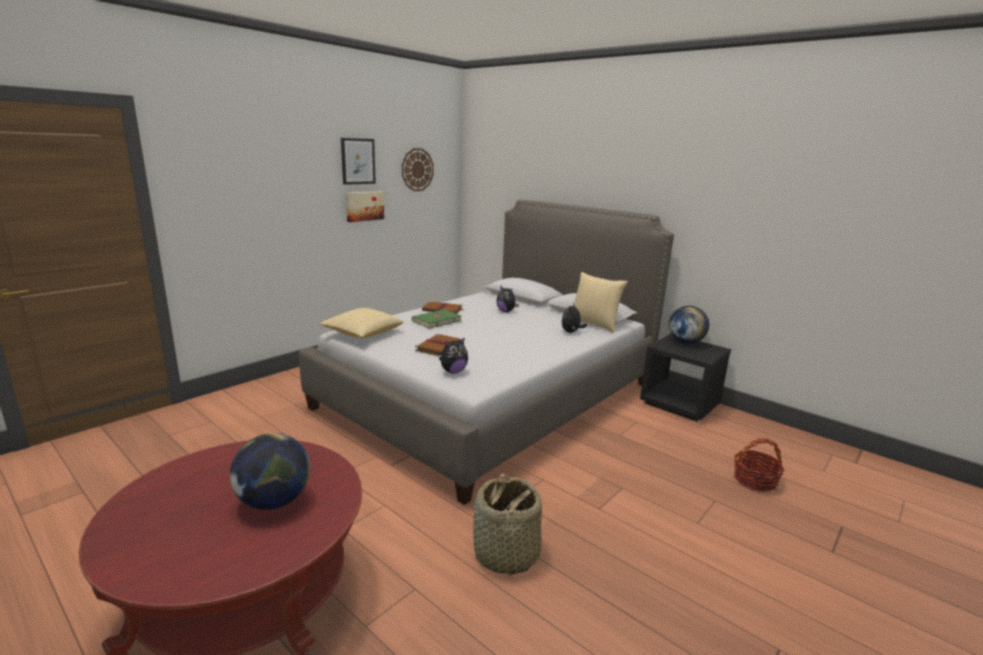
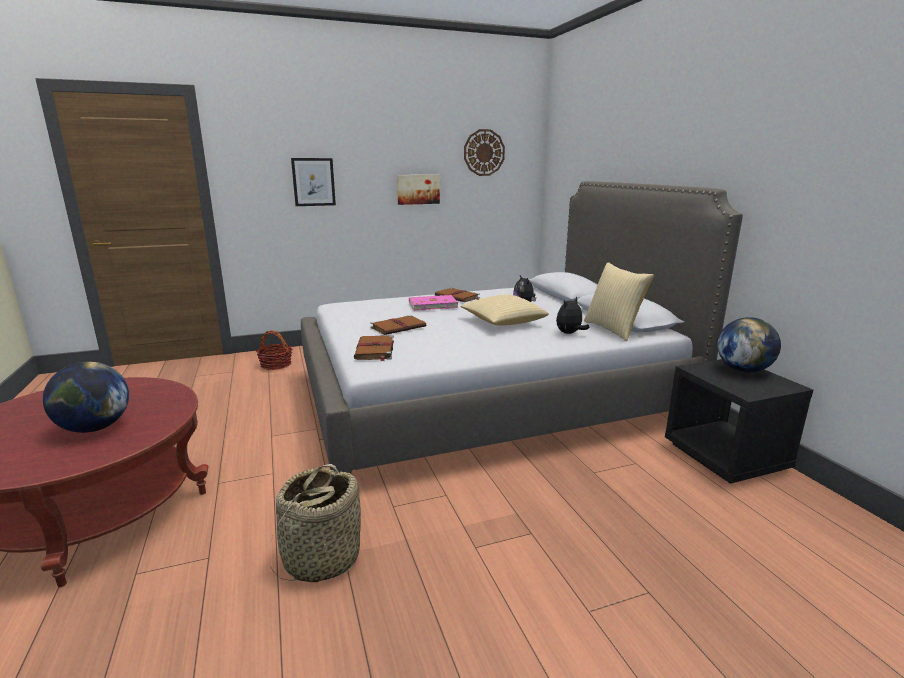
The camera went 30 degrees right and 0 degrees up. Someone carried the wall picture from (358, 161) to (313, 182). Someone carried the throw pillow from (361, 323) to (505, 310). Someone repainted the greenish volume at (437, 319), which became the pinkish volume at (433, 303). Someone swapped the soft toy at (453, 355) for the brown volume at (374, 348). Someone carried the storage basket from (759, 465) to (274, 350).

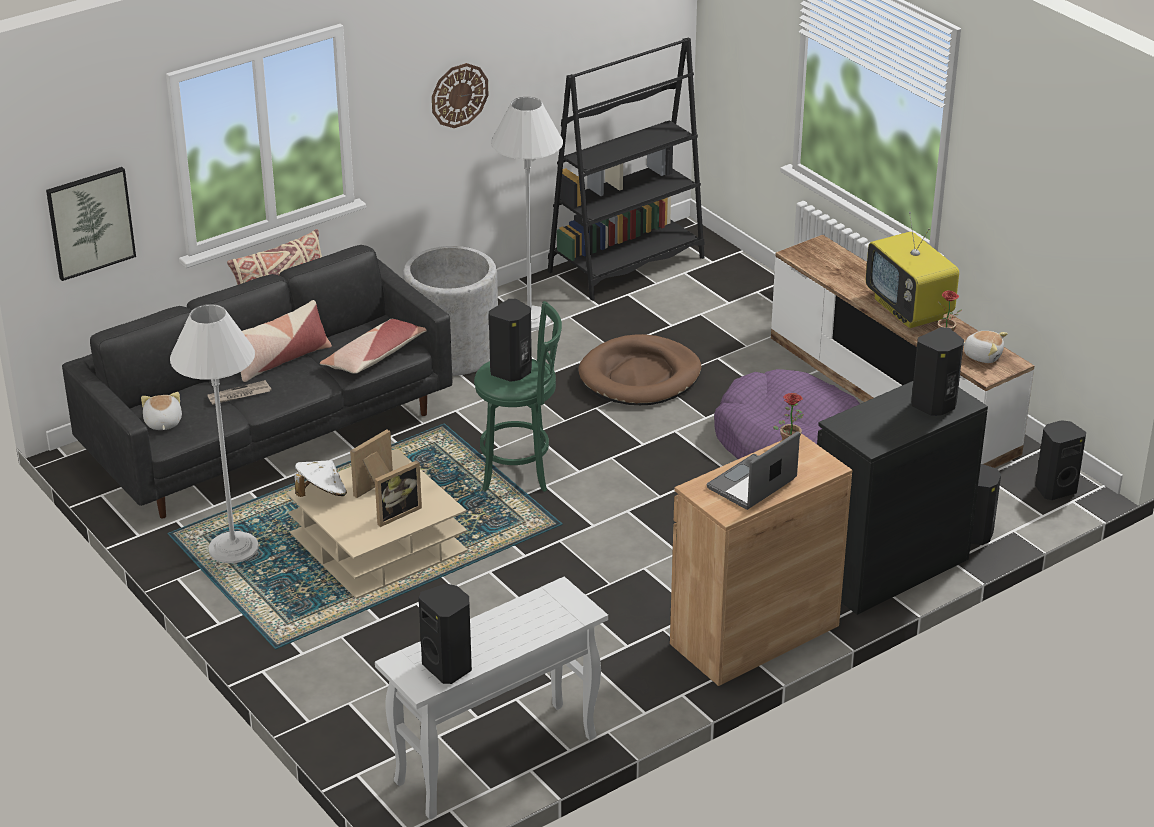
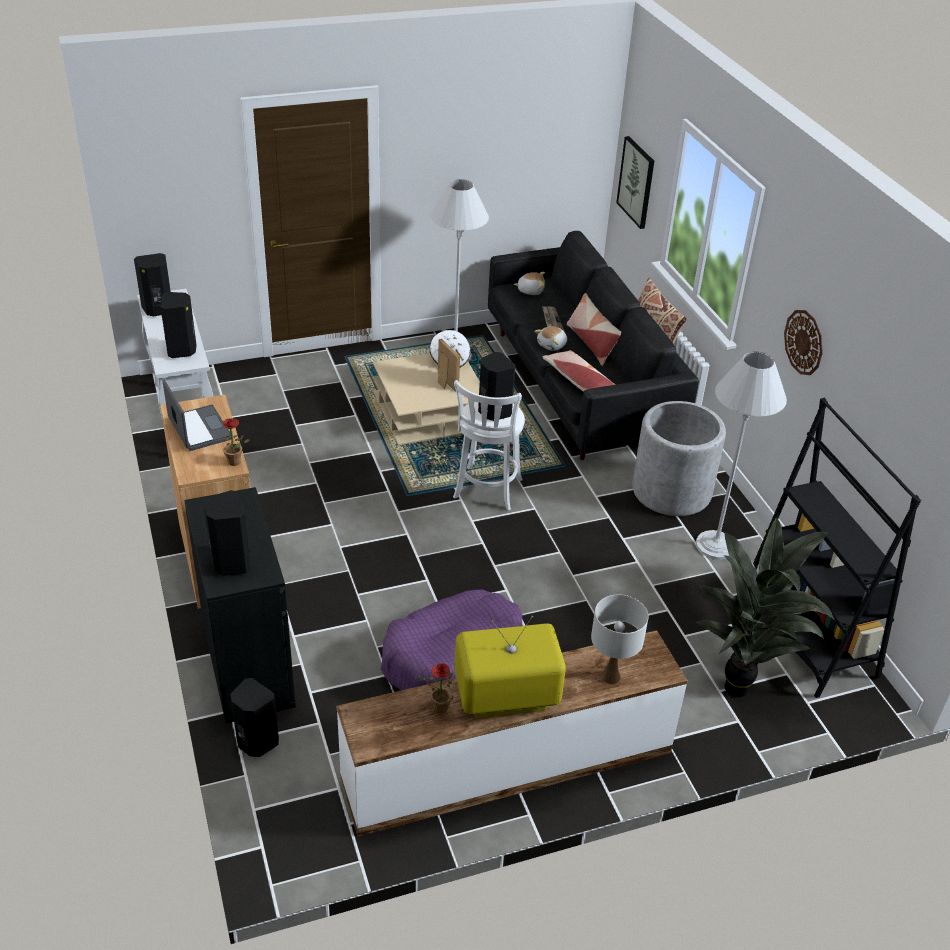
The camera went 105 degrees right and 5 degrees up. Someone repainted the greenish stool seat at (518, 396), which became the white-coloured stool seat at (489, 445). Someone carried the soft toy from (985, 347) to (550, 338). Someone took away the brown dog bed at (639, 369). Someone carried the black loudspeaker from (1060, 460) to (178, 325). Someone took away the photo frame at (398, 493). Someone put down the houseplant at (765, 607). Someone put down the white-coloured tabletop lamp at (619, 639).

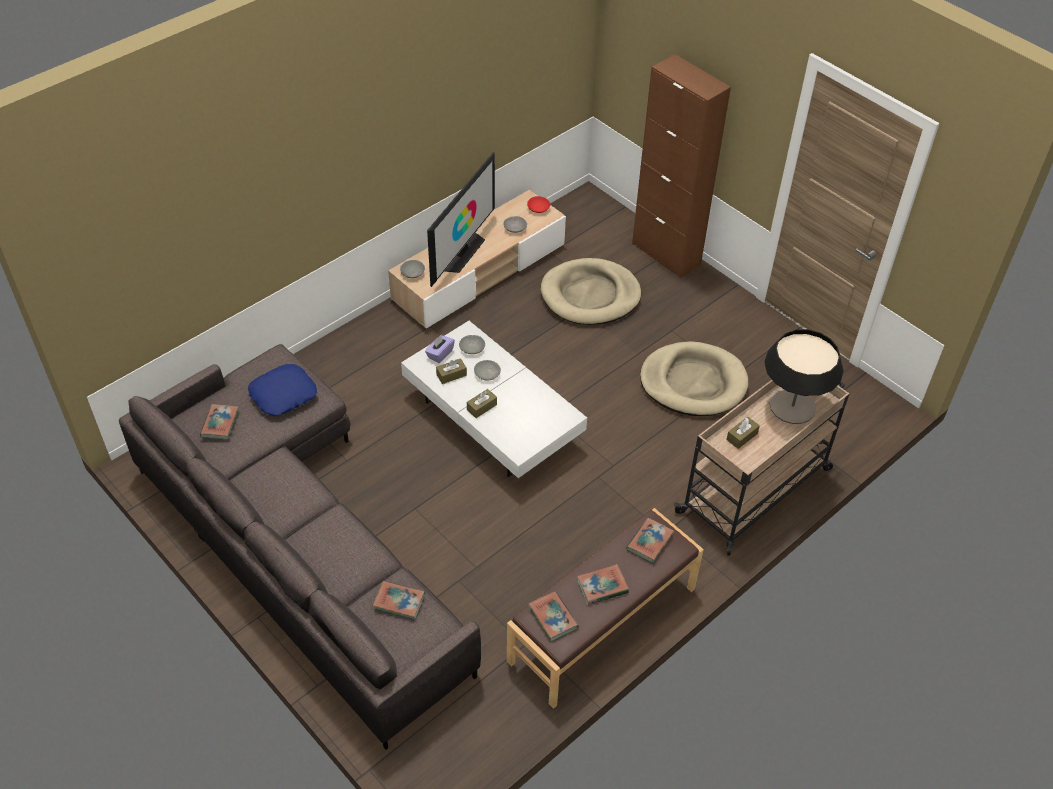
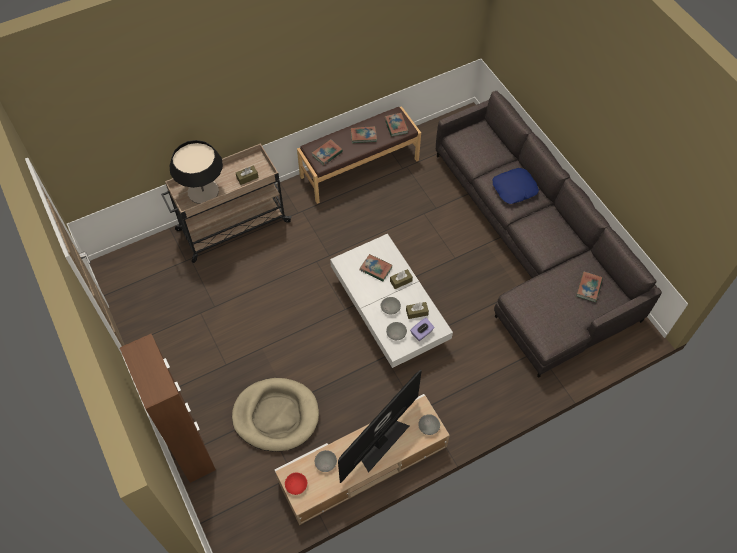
The camera went 165 degrees left and 10 degrees up. Someone took away the sand-coloured dog bed at (694, 378). Someone carried the blue throw pillow from (282, 390) to (516, 186). Someone carried the volume from (399, 600) to (376, 267).

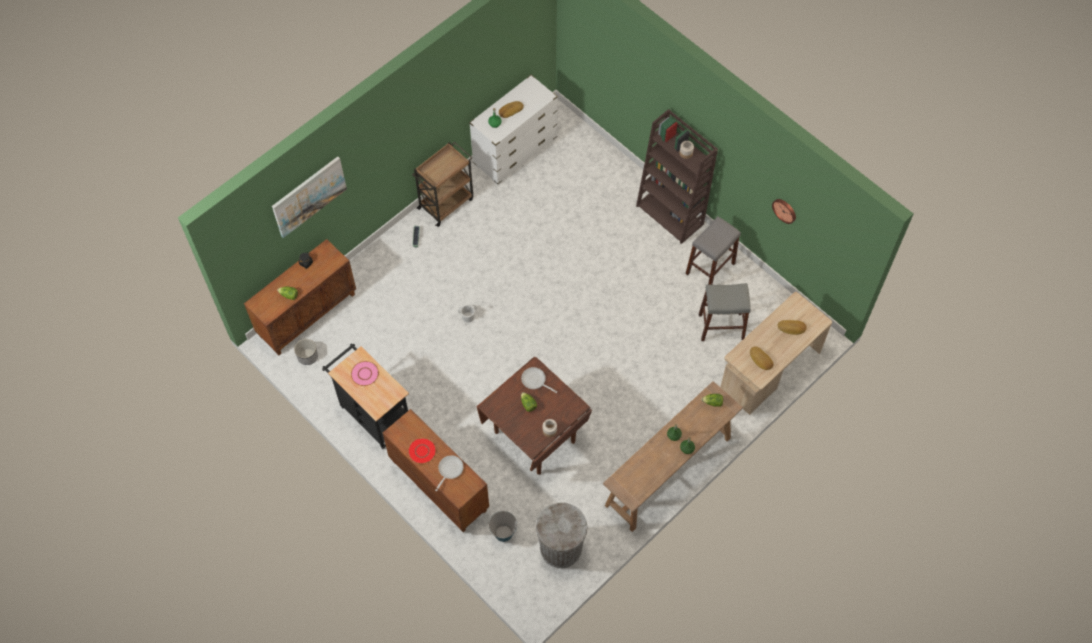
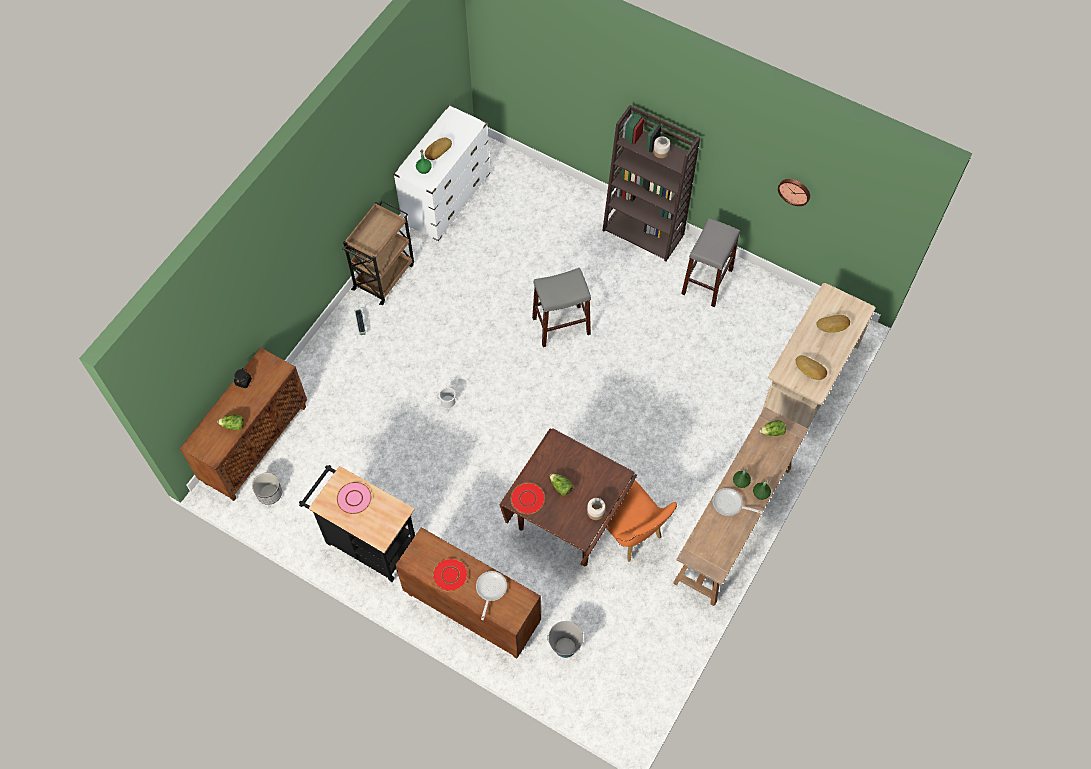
The camera went 15 degrees left and 0 degrees up. Someone took away the wall picture at (309, 197). Someone carried the grey stool seat from (725, 312) to (561, 307). Someone carried the pan from (539, 380) to (738, 502). Someone took away the grey rubbish bin at (561, 535). Someone put down the orange-coloured plain chair at (640, 521). Someone put down the red-coloured dinner plate at (528, 498).

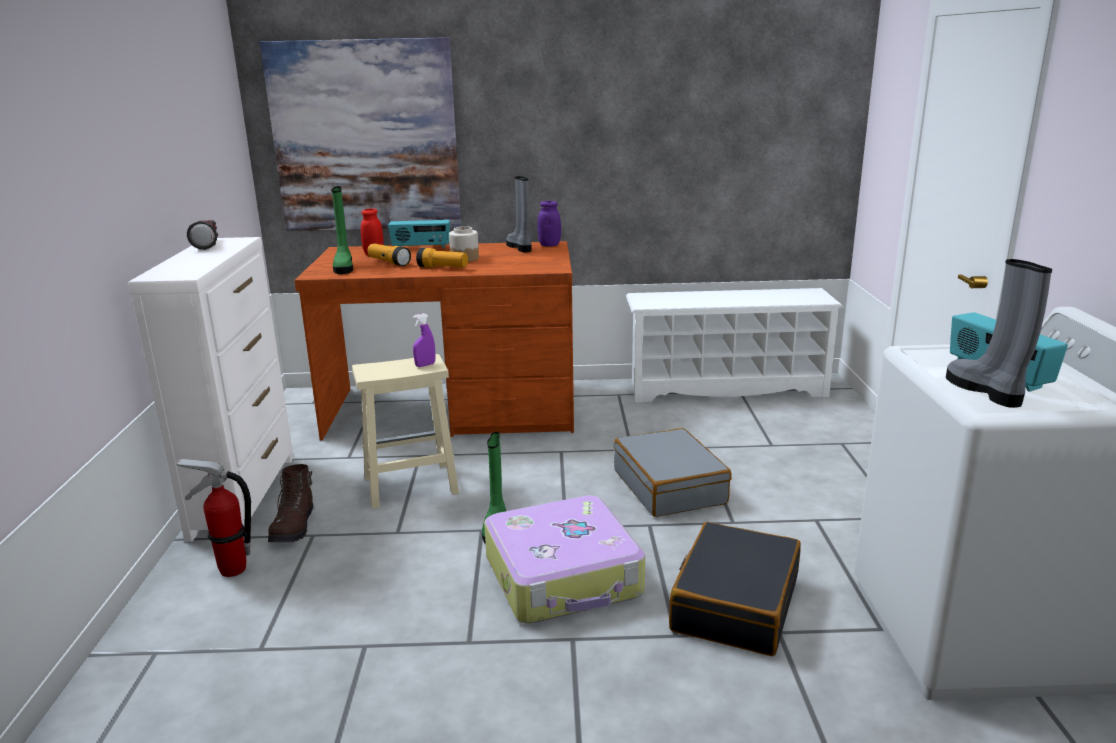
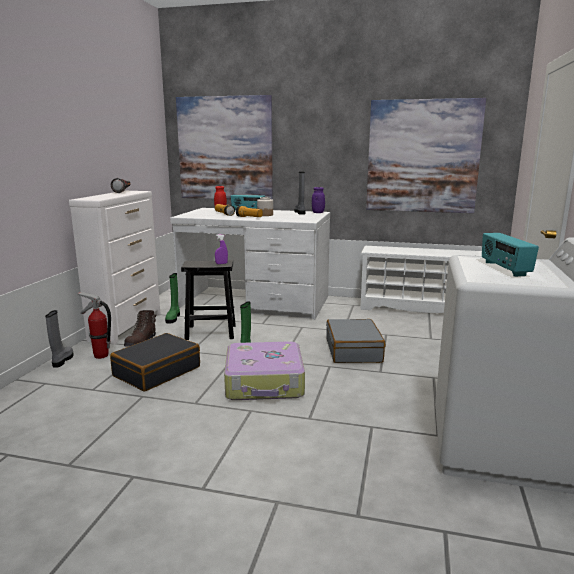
The camera went 15 degrees right and 5 degrees down. Someone carried the greenish high-top boot from (342, 230) to (172, 298). Someone repainted the brown desk at (434, 340), which became the white-coloured desk at (250, 264). Someone carried the grey high-top boot from (999, 333) to (59, 339). Someone repainted the sand-coloured stool seat at (405, 431), which became the black stool seat at (208, 300). Someone carried the black travel case from (735, 589) to (155, 362). Someone put up the wall picture at (426, 155).

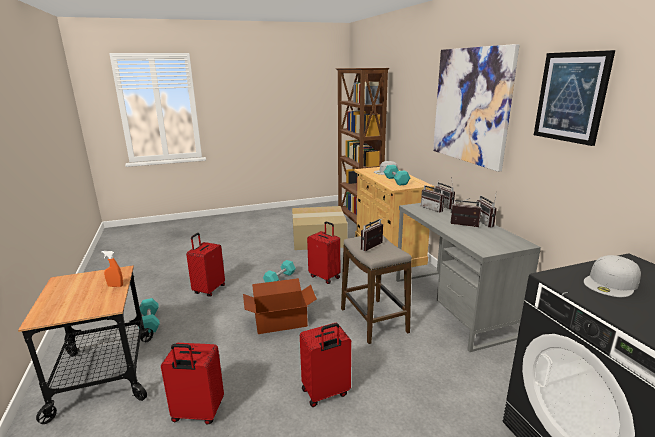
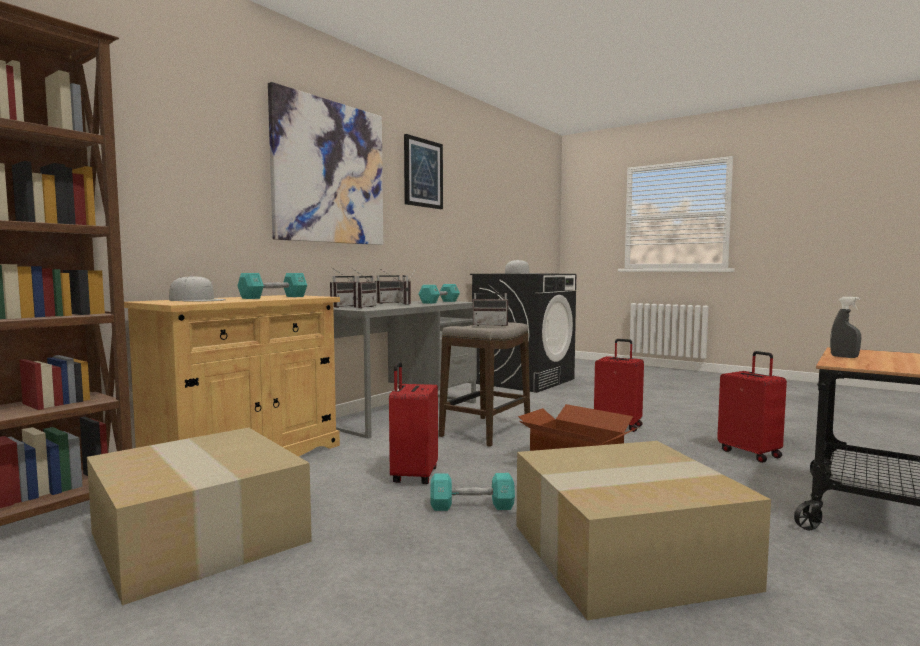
The camera went 125 degrees left and 15 degrees down. Someone swapped the red-coloured travel case at (205, 264) for the carton at (643, 530). Someone repainted the orange-coloured spray bottle at (112, 269), which became the grey spray bottle at (845, 327). Someone carried the blue-green hand weight from (149, 315) to (439, 294).

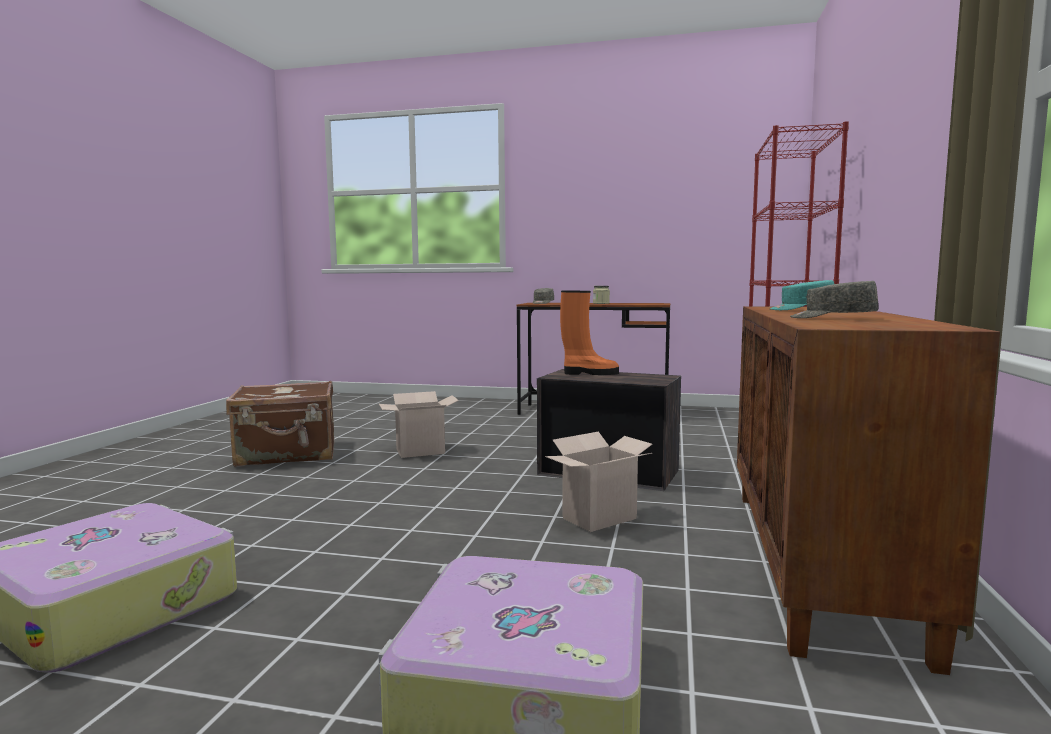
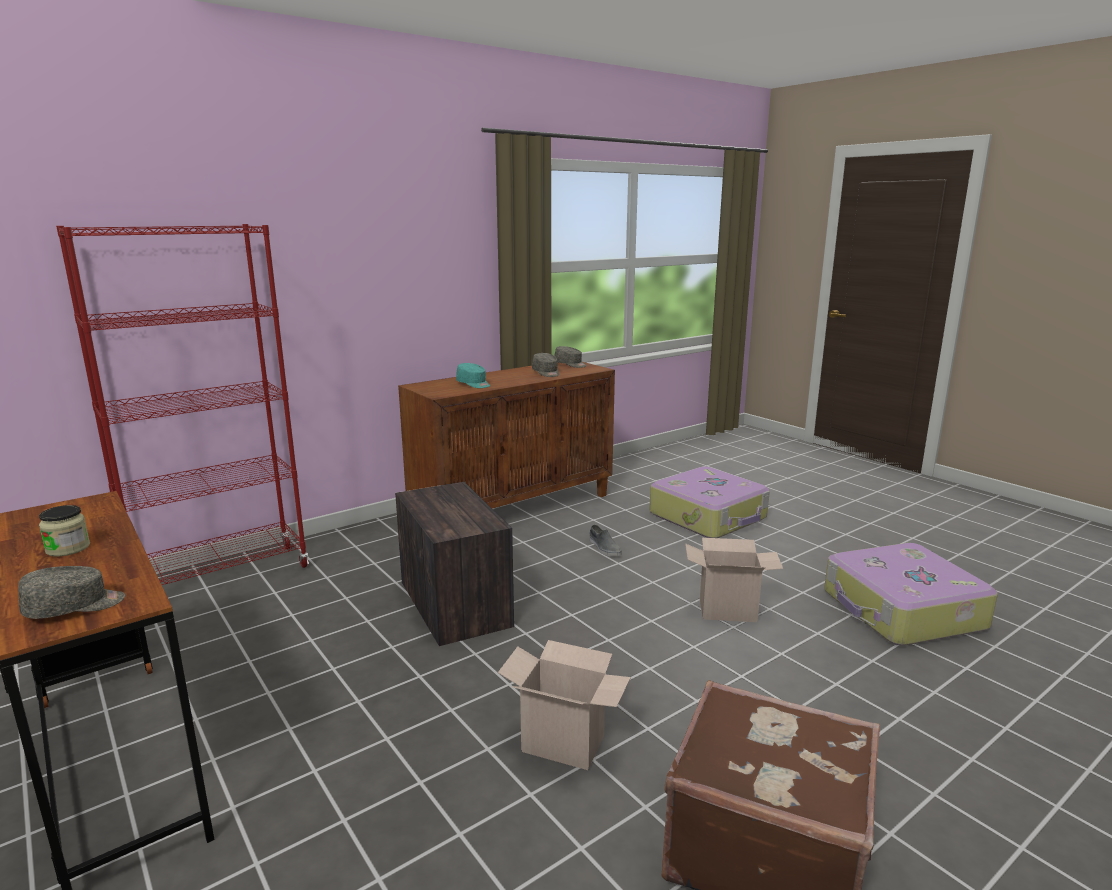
The camera went 140 degrees left and 10 degrees up. Someone took away the orange-coloured high-top boot at (589, 332). Someone carried the carton from (599, 481) to (734, 580). Someone put down the grey baseball cap at (571, 357). Someone put down the grey item of footwear at (606, 541).

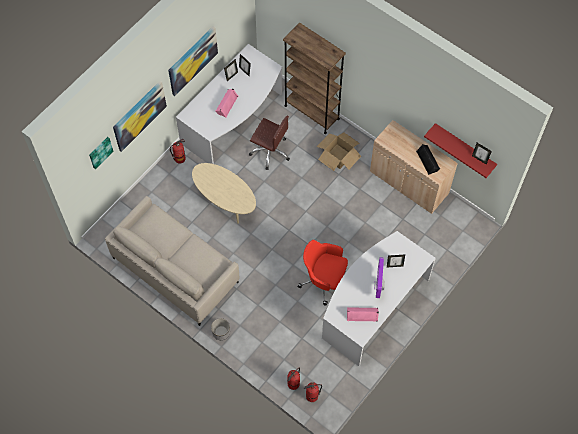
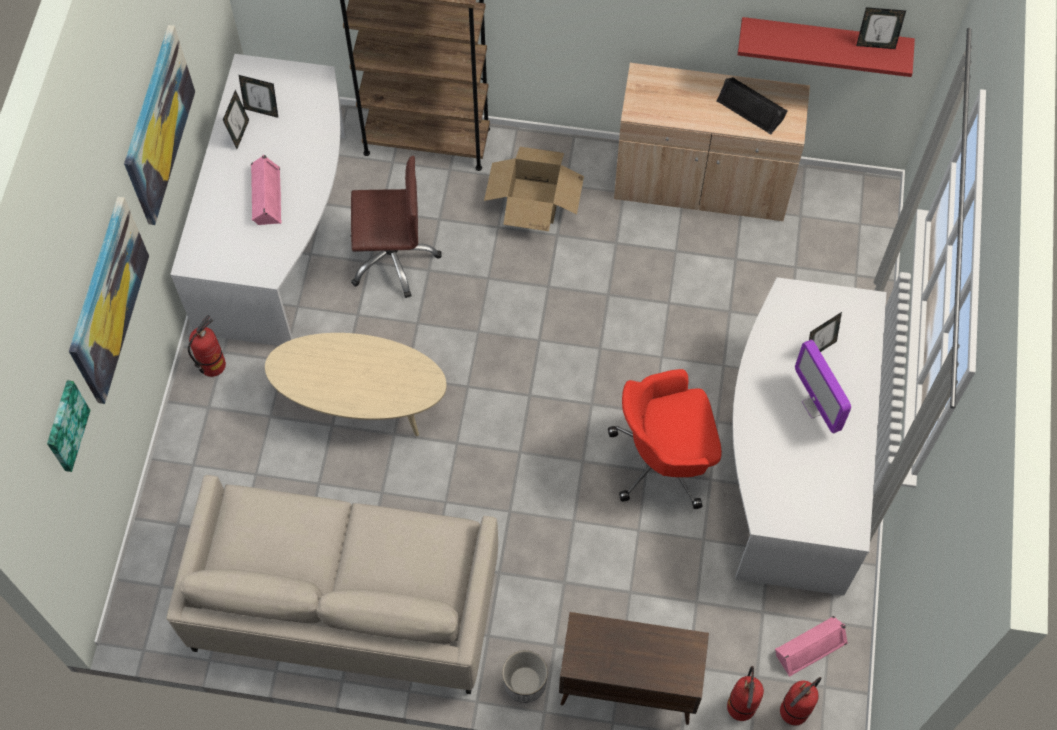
The camera went 30 degrees left and 0 degrees up. Someone carried the pinkish loudspeaker from (363, 314) to (811, 646). Someone put down the brown storage cabinet at (634, 668).

